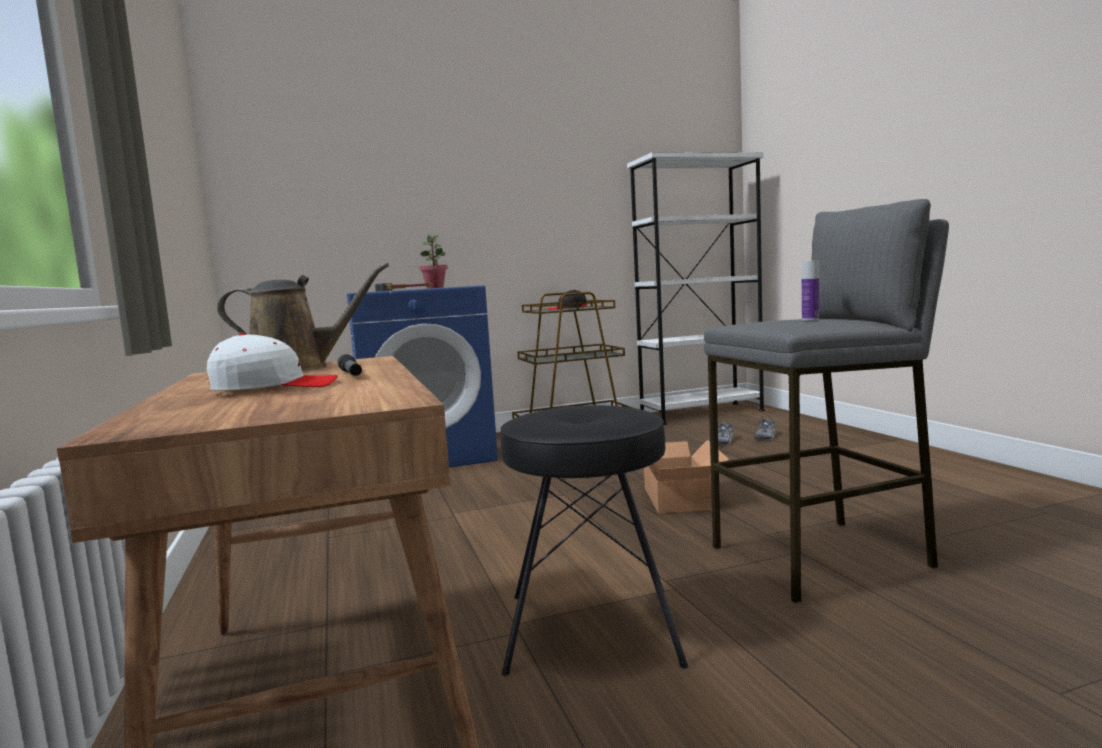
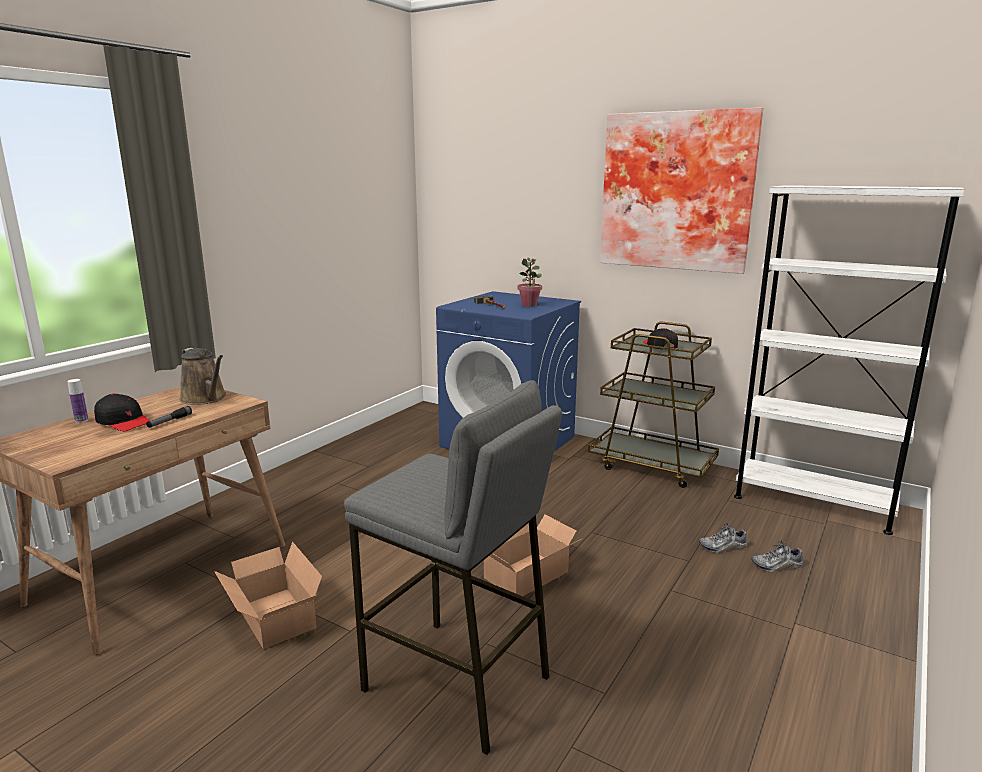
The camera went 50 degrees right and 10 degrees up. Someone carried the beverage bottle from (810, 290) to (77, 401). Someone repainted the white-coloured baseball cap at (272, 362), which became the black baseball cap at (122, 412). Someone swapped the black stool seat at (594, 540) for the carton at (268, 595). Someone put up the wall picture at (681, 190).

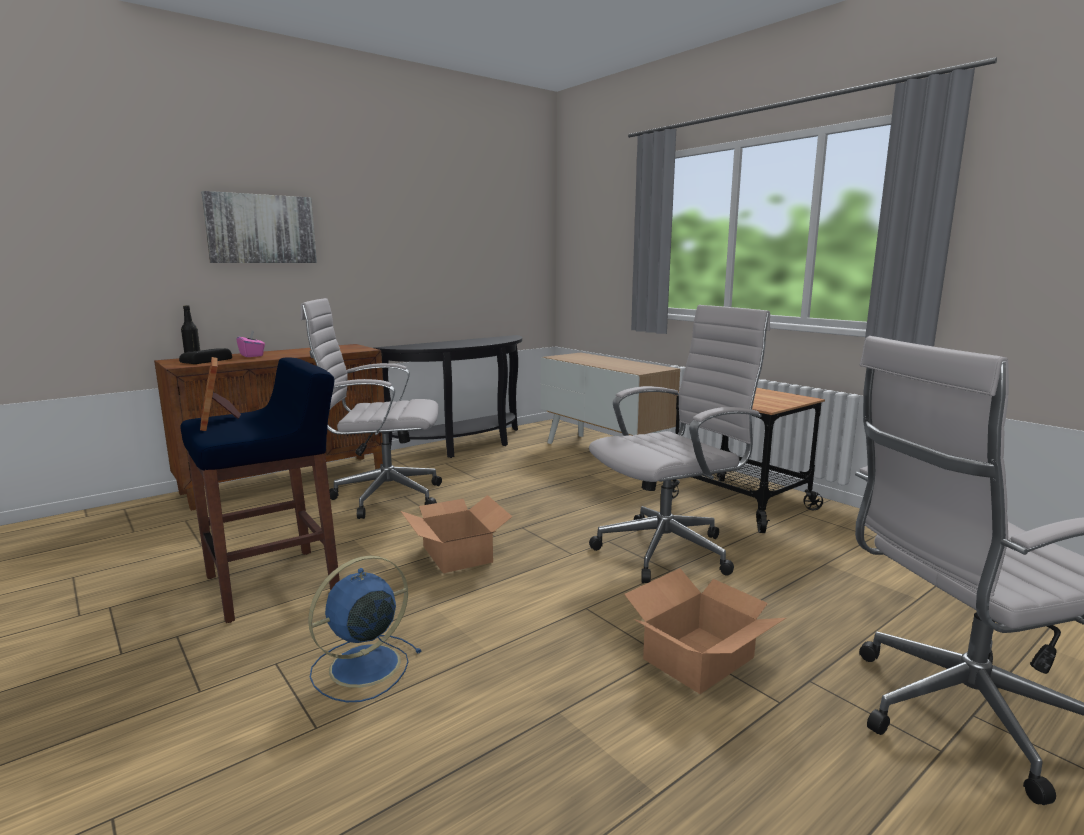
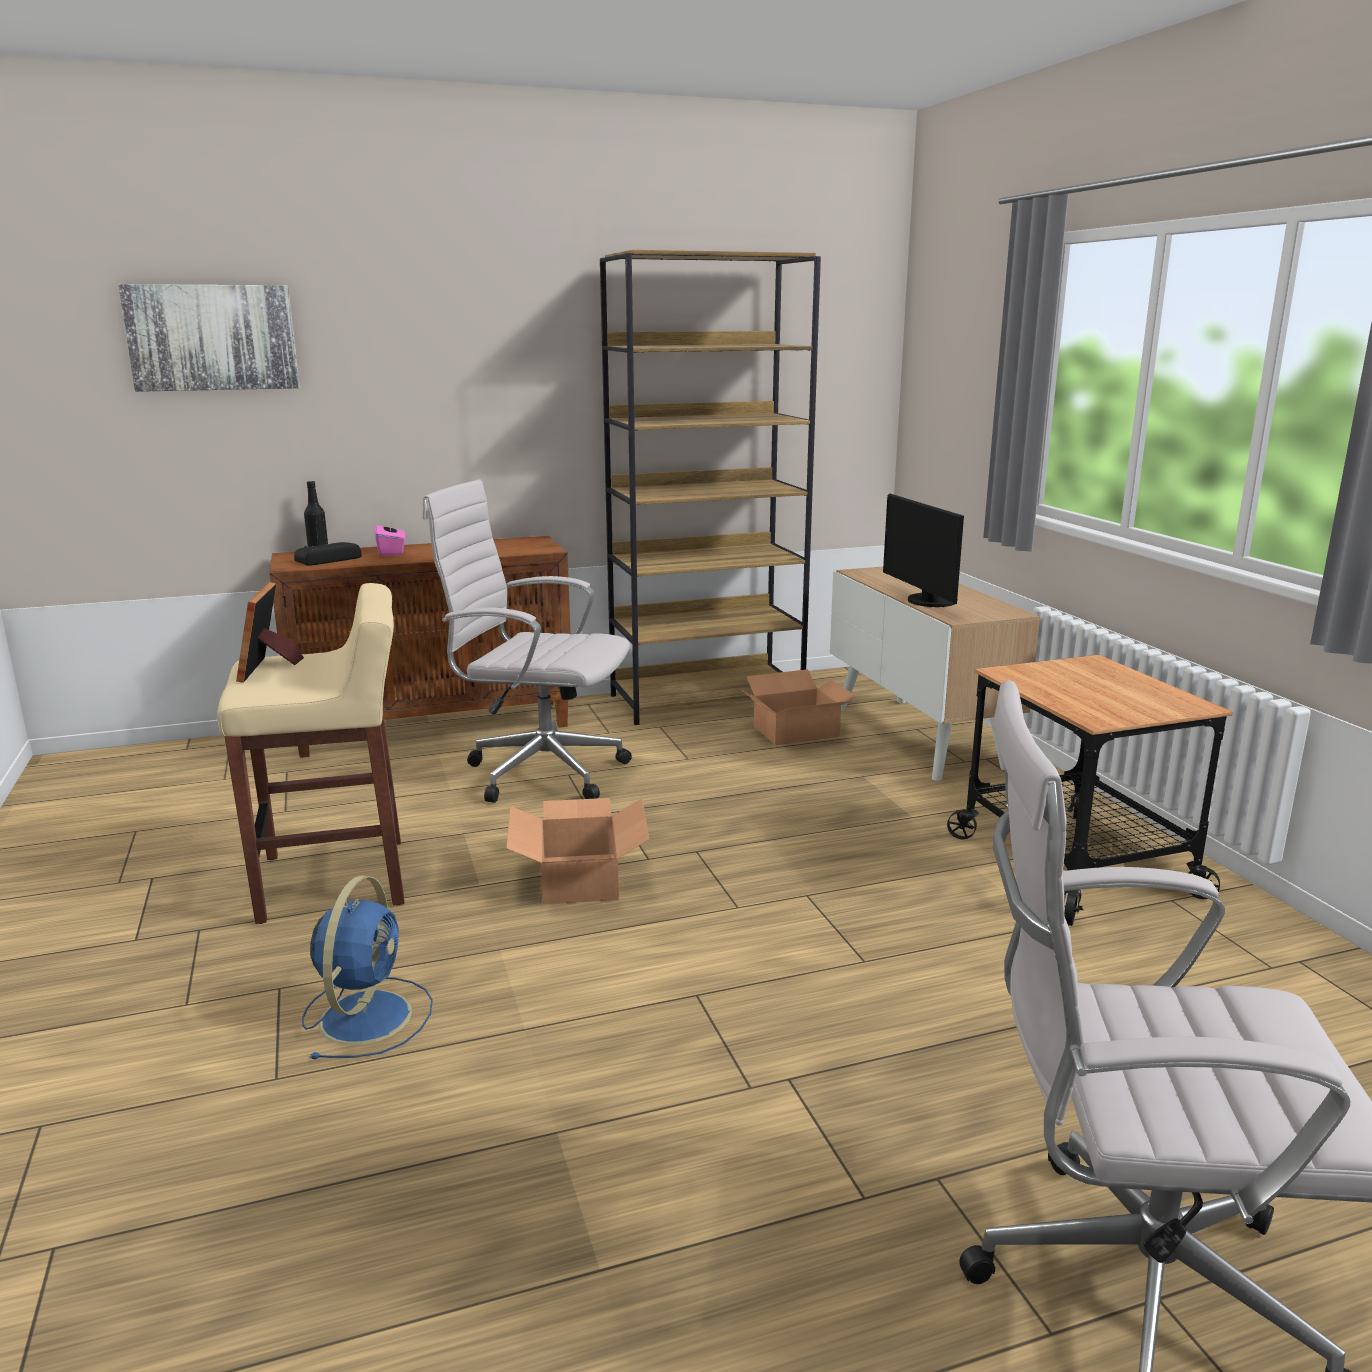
The camera went 20 degrees right and 5 degrees up. Someone carried the wall picture from (259, 227) to (209, 338). Someone took away the white-coloured computer chair at (679, 444). Someone swapped the black console table at (448, 396) for the brown shelving unit at (710, 487). Someone repainted the blue stool seat at (260, 490), which became the sand-coloured stool seat at (311, 753). Someone rotated the blue electric fan at (365, 629) by 120 degrees clockwise. Someone carried the carton from (705, 631) to (798, 707). Someone put down the monitor at (923, 550).

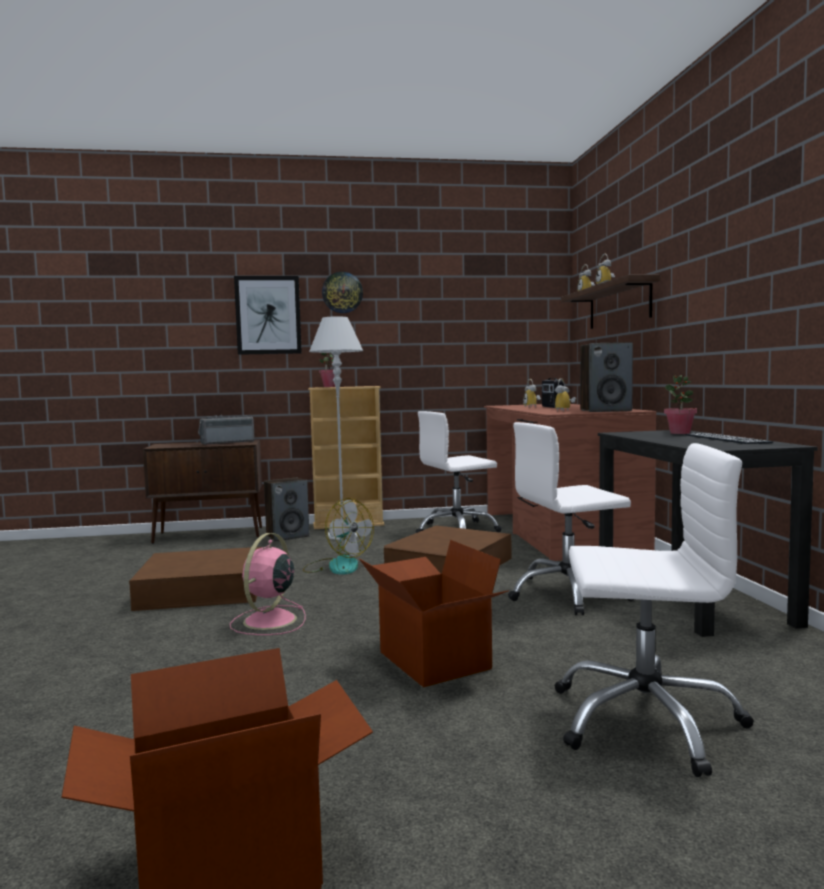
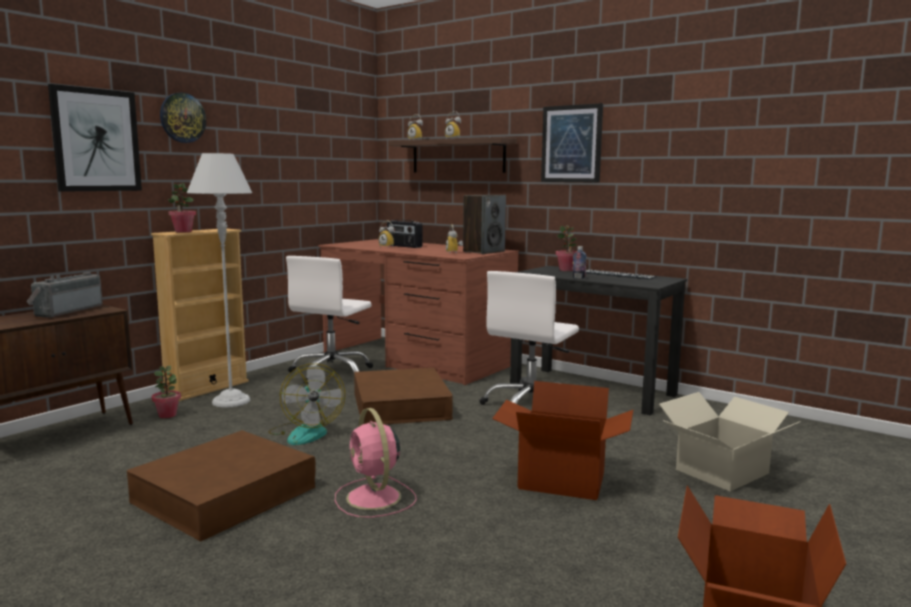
The camera went 45 degrees left and 5 degrees up. Someone swapped the white-coloured computer chair at (654, 610) for the carton at (729, 442). Someone swapped the loudspeaker at (286, 509) for the houseplant at (166, 392). Someone rotated the electric fan at (338, 536) by 75 degrees clockwise. Someone put up the wall picture at (572, 143). Someone put down the beverage bottle at (579, 262).

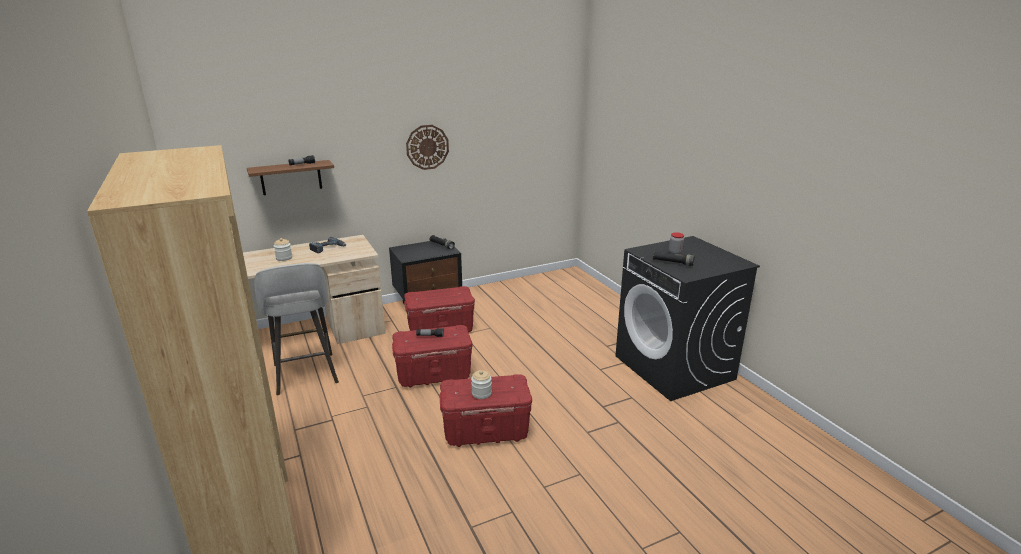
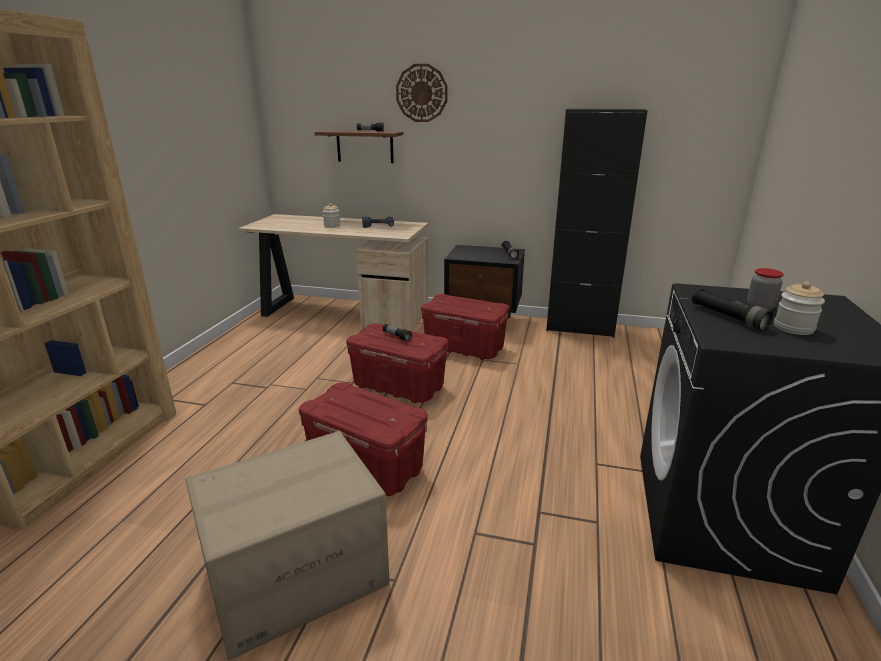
The camera went 40 degrees right and 0 degrees up. Someone carried the wall clock from (427, 147) to (422, 93). Someone took away the grey stool seat at (296, 329). Someone carried the preserve jar from (481, 384) to (799, 308). Someone put down the black storage cabinet at (597, 223). Someone put down the carton at (288, 545).

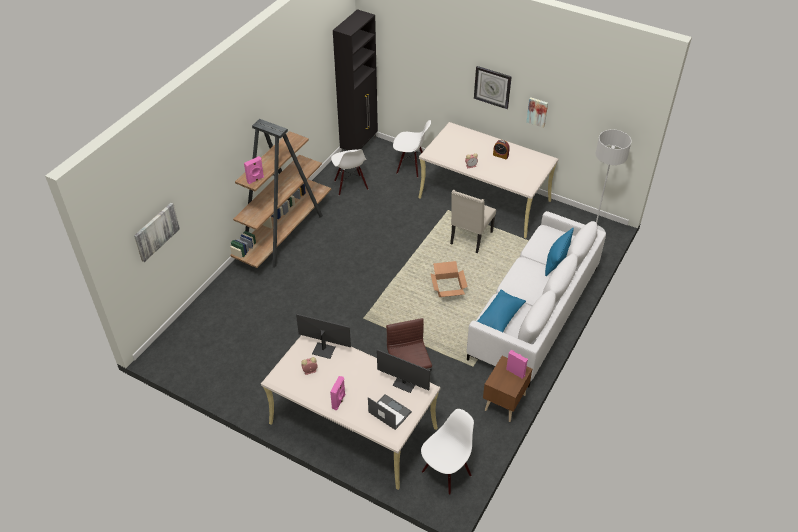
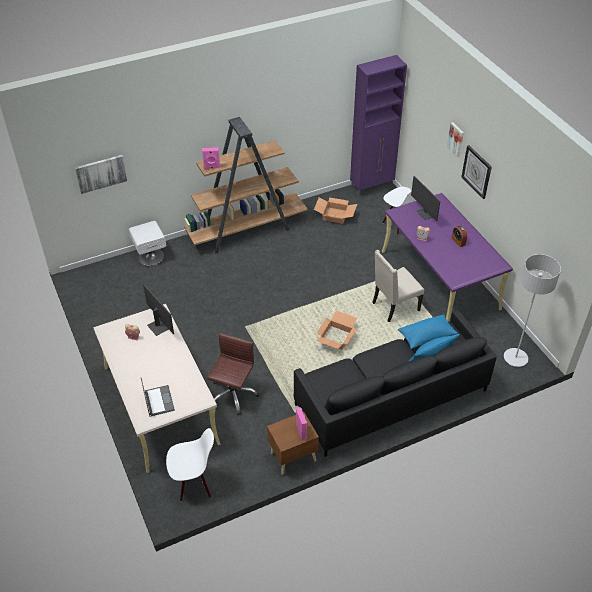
The camera went 35 degrees right and 0 degrees up. Someone repainted the black storage cabinet at (355, 80), which became the purple storage cabinet at (378, 126). Someone carried the wall picture from (537, 112) to (455, 139). Someone repainted the sand-coloured desk at (488, 180), which became the purple desk at (447, 257). Someone swapped the white-coloured plain chair at (349, 172) for the carton at (335, 210). Someone repainted the white-coloured sofa at (536, 299), which became the black sofa at (395, 383). Someone carried the blue throw pillow from (501, 311) to (428, 331). Someone carried the monitor from (403, 371) to (425, 198). Someone took away the pinkish loudspeaker at (337, 393). Someone put down the white-coloured night table at (147, 243).

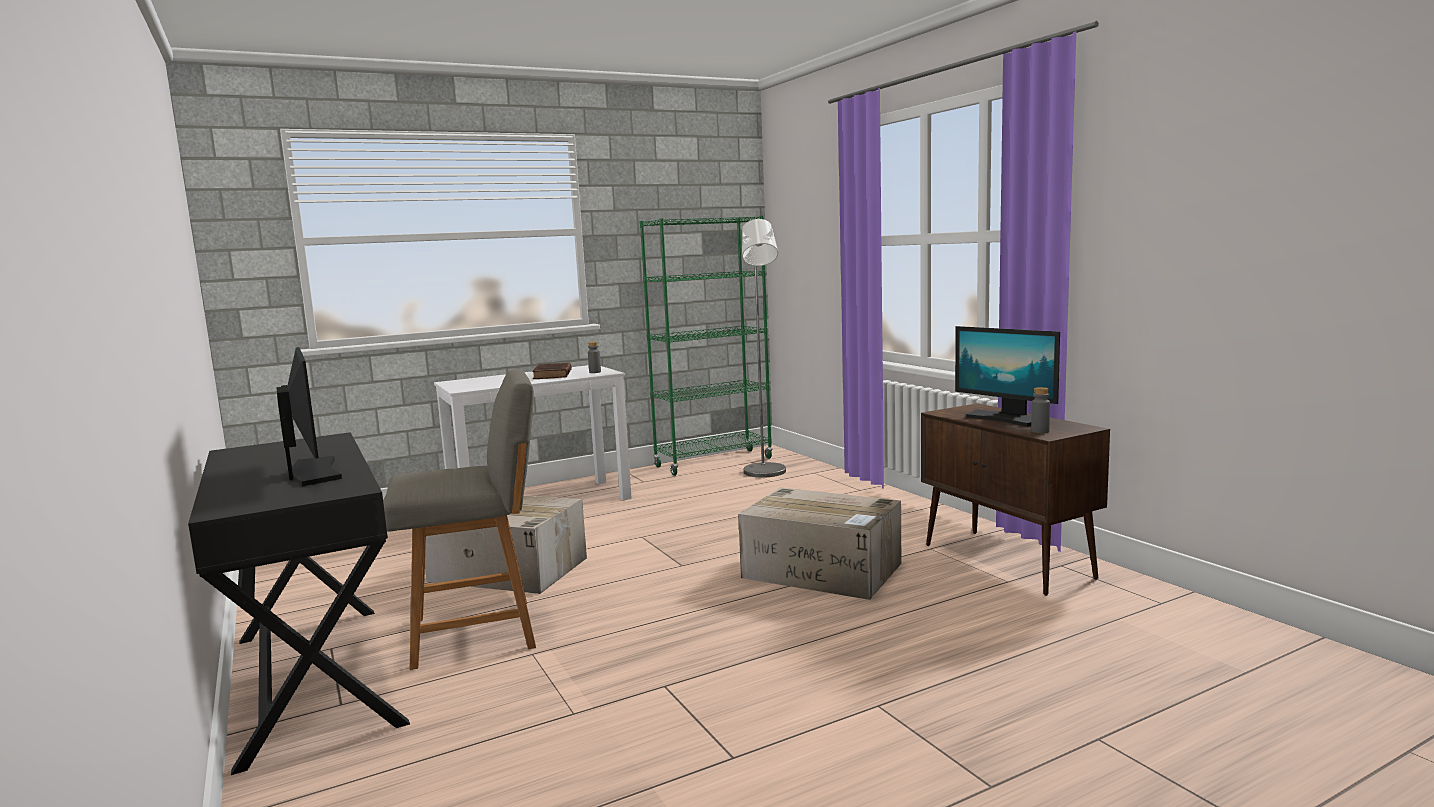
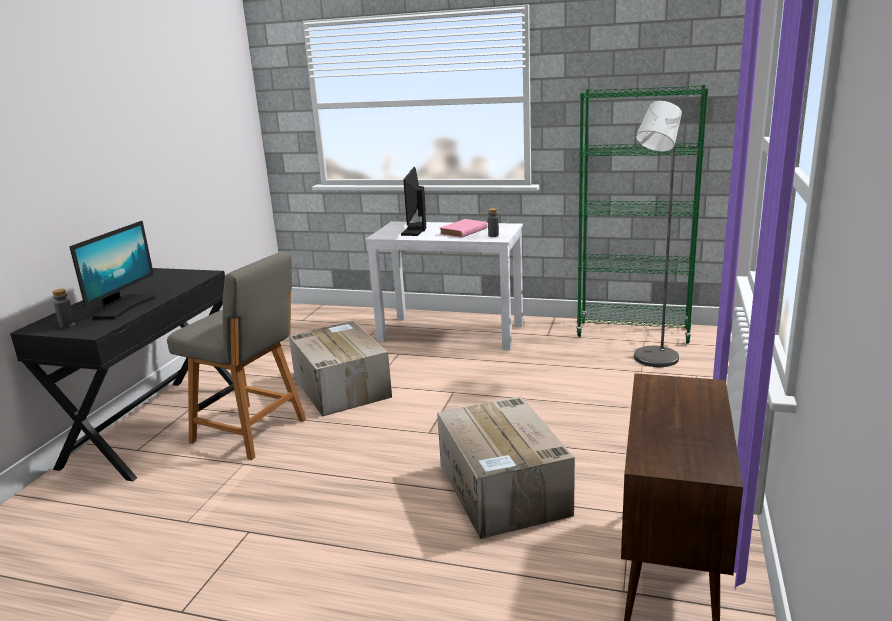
The camera went 45 degrees right and 10 degrees up. Someone carried the monitor from (1007, 376) to (413, 201). Someone repainted the brown volume at (552, 371), which became the pinkish volume at (464, 228). Someone carried the grey beverage bottle from (1040, 410) to (63, 308).

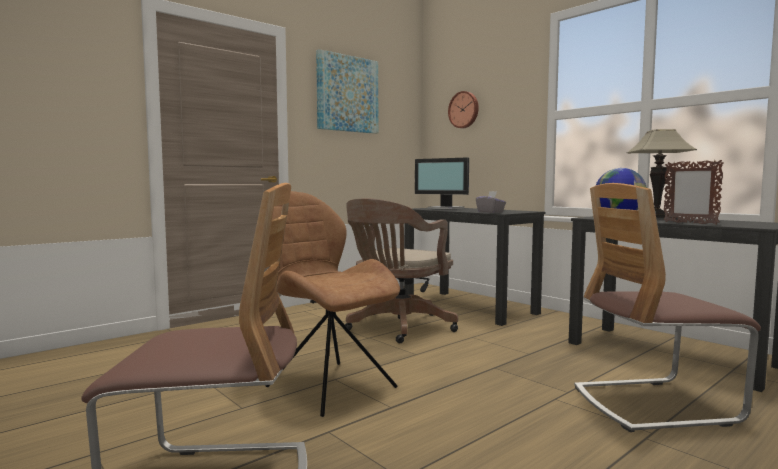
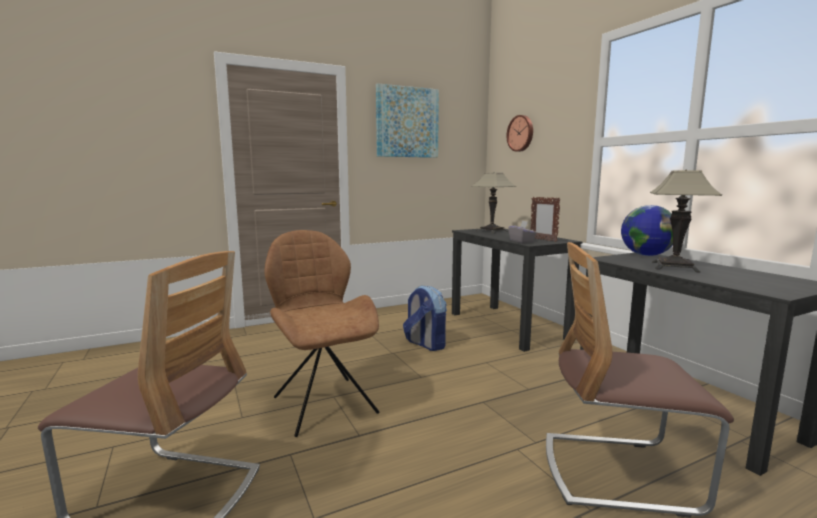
The camera went 15 degrees right and 5 degrees up. Someone swapped the monitor at (442, 183) for the tabletop lamp at (493, 202). Someone carried the photo frame from (694, 192) to (546, 219). Someone swapped the brown computer chair at (401, 270) for the knapsack at (425, 318).

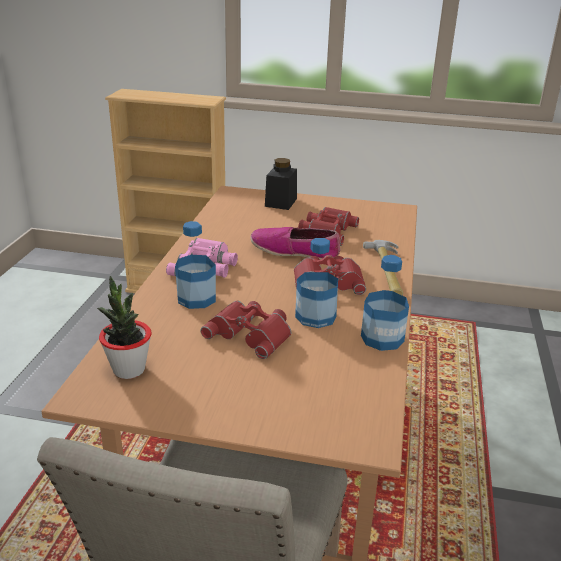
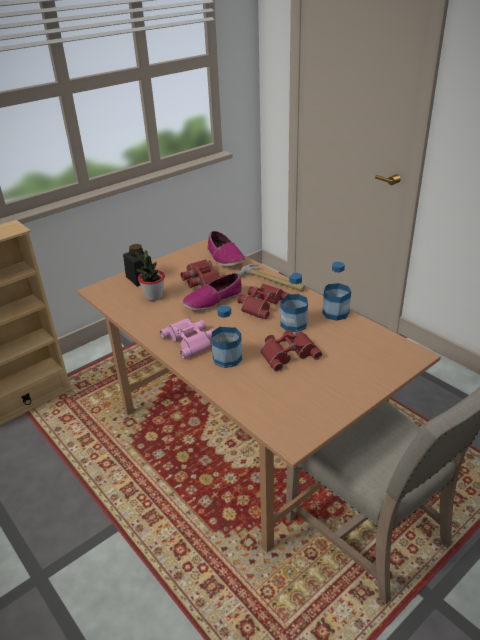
The camera went 50 degrees left and 5 degrees up. Someone carried the houseplant from (124, 327) to (150, 275). Someone put down the item of footwear at (226, 249).

